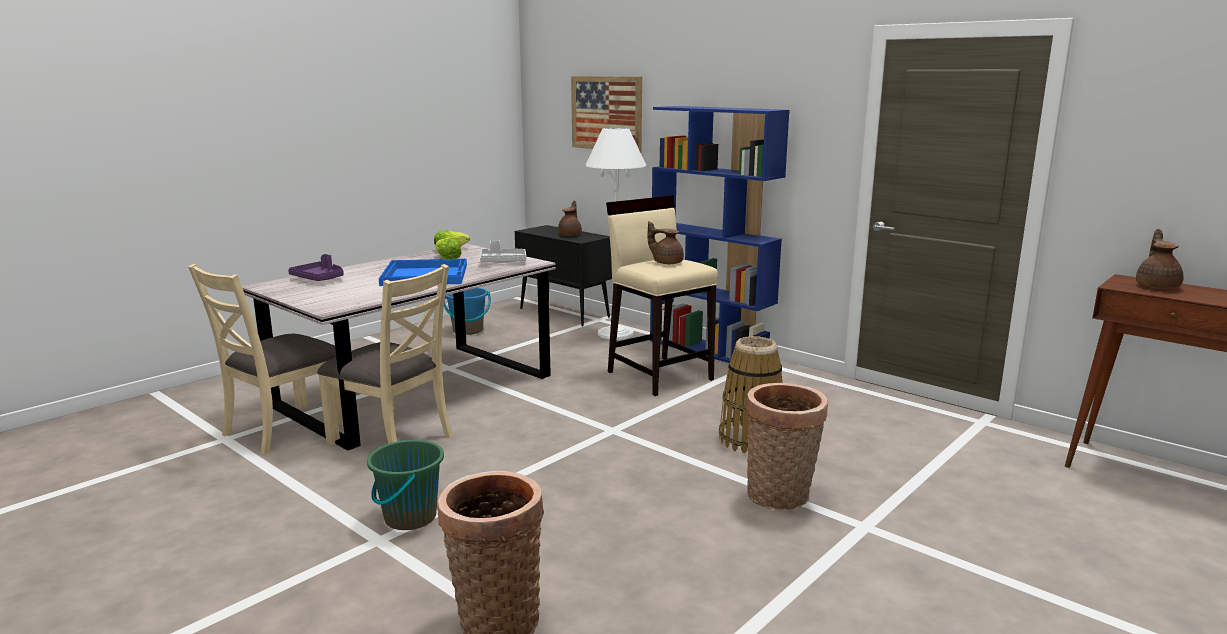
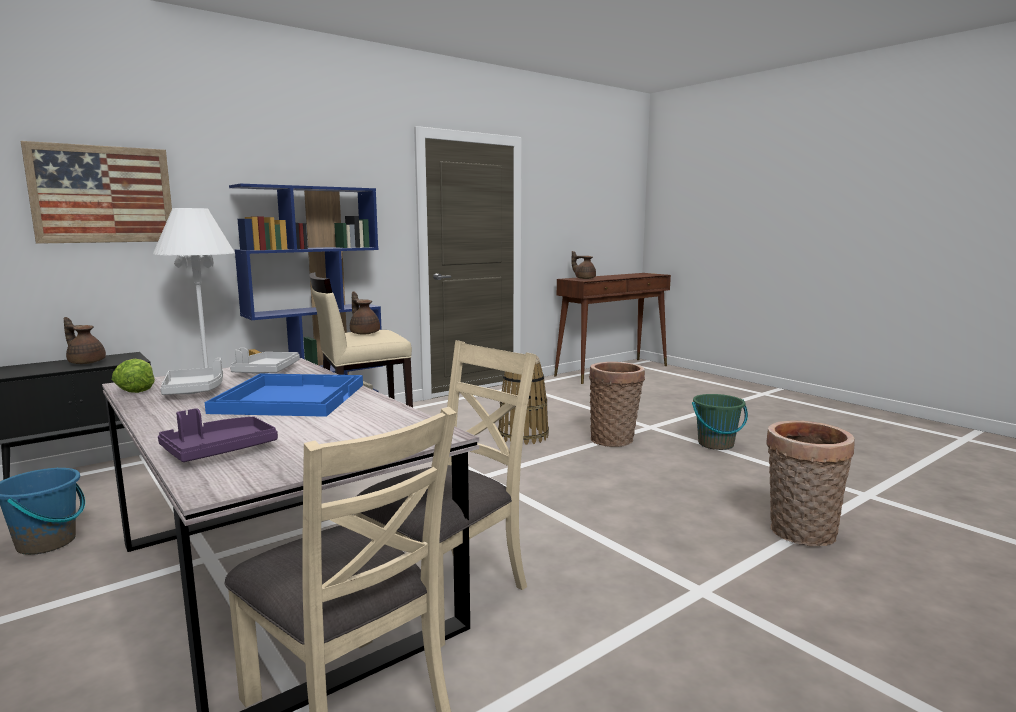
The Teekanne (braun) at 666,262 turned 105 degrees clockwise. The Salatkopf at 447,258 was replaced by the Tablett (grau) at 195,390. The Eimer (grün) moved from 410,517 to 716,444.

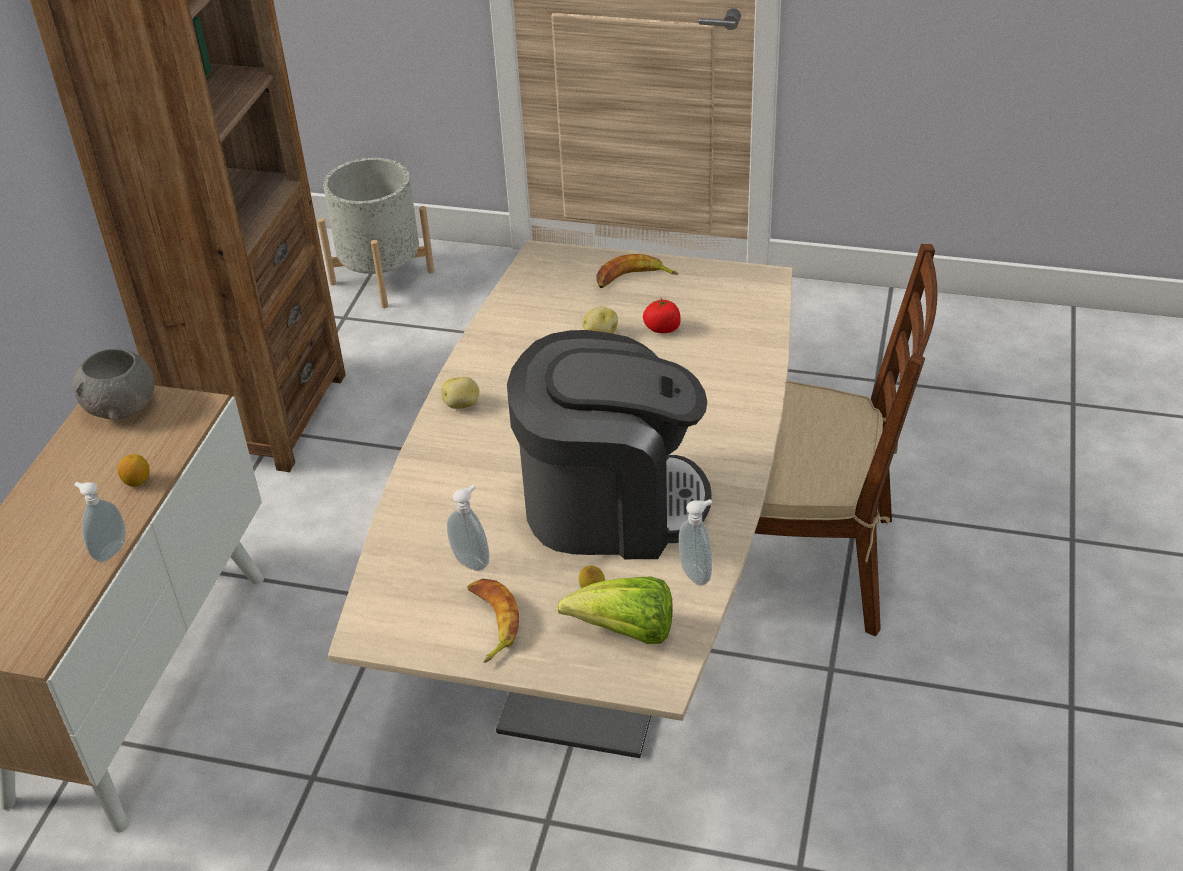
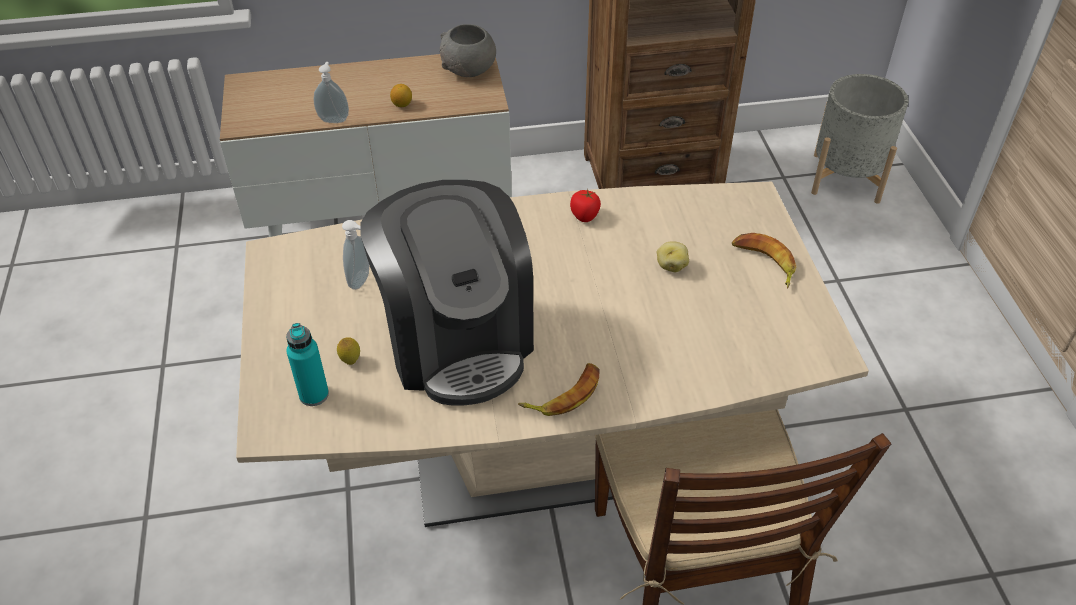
The Tomate moved from 662,328 to 585,215. The Kartoffel at 462,405 disappeared. The Seifenspender at 697,573 disappeared. The Salatkopf at 626,632 was replaced by the Flasche (türkis) at 314,394. The Banane moved from 490,623 to 564,394.

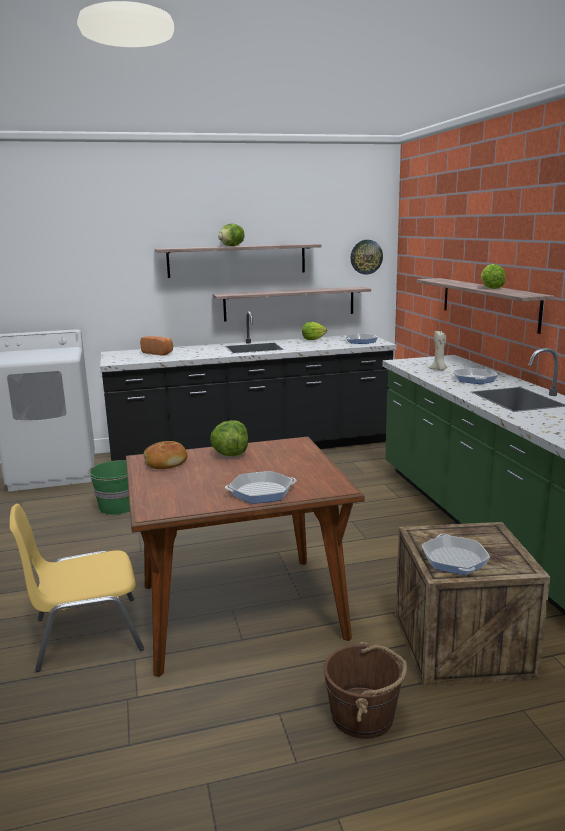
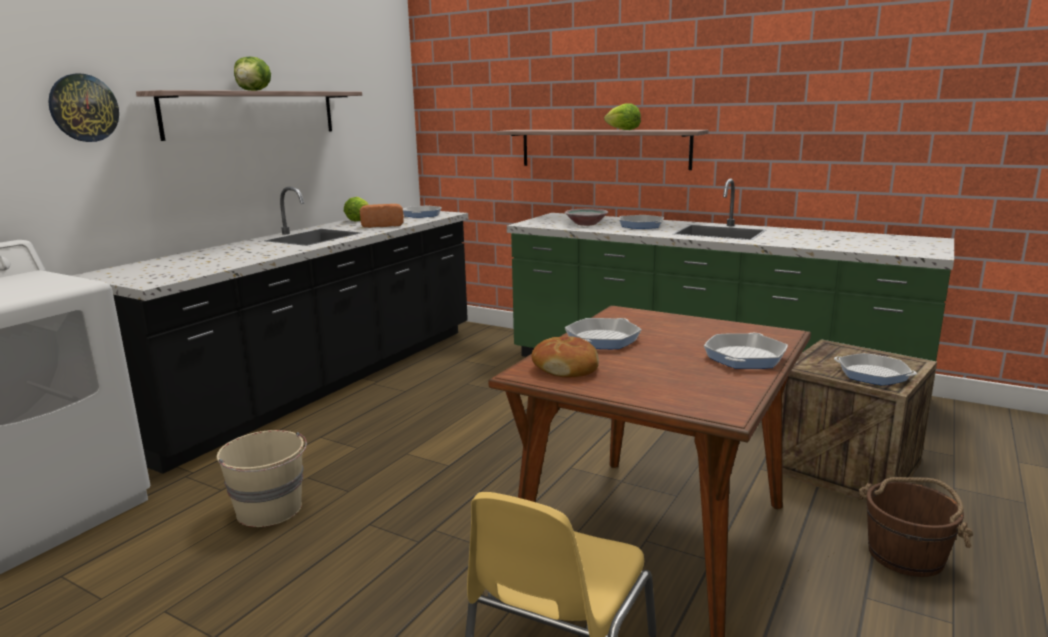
The Wanduhr moved from 366,257 to 83,108. The Wandregal at 289,303 disappeared. The Kerze (beige) at 438,369 was replaced by the Schüssel at 585,224. The Brot moved from 159,353 to 382,225. The Salatkopf at 230,454 was replaced by the Pfanne at 602,339. The Eimer (grün) at 118,507 became the Eimer (beige) at 270,510.

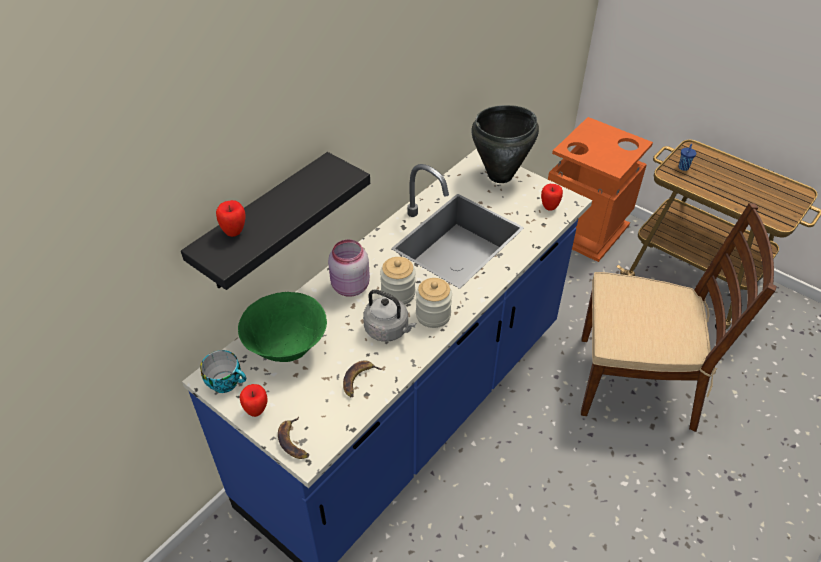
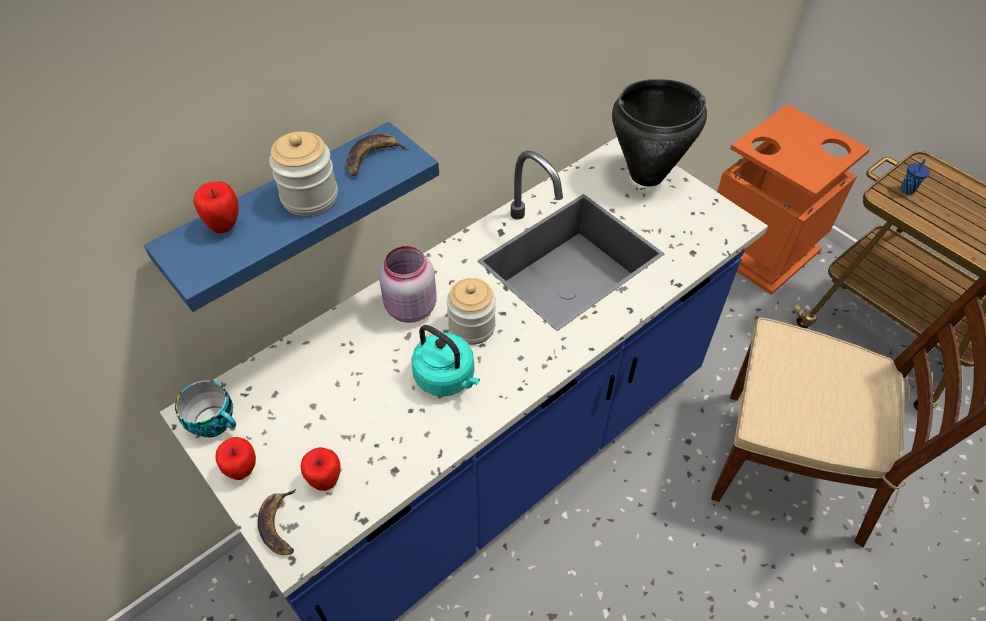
The Wandregal (schwarz) at 264,224 became the Wandregal (blau) at 285,215. The Apfel moved from 549,207 to 325,481. The Vorratsglas moved from 433,315 to 310,197. The Wasserkessel (grau) at 388,330 became the Wasserkessel (türkis) at 447,378. The Schüssel (grün) at 288,348 disappeared. The Banane moved from 359,380 to 372,158.

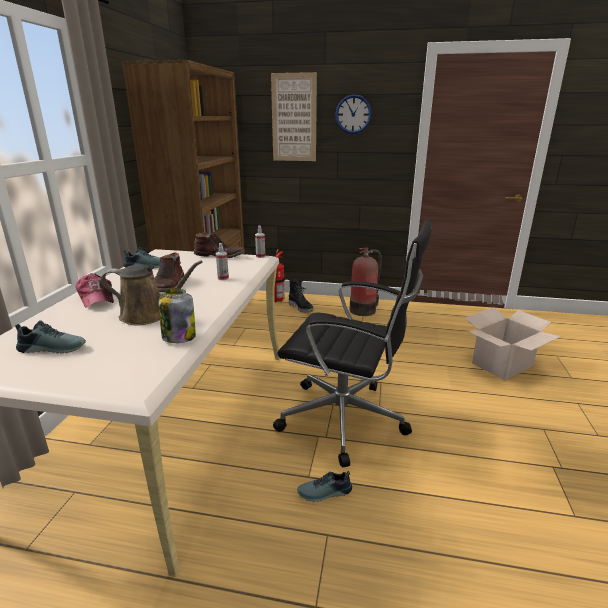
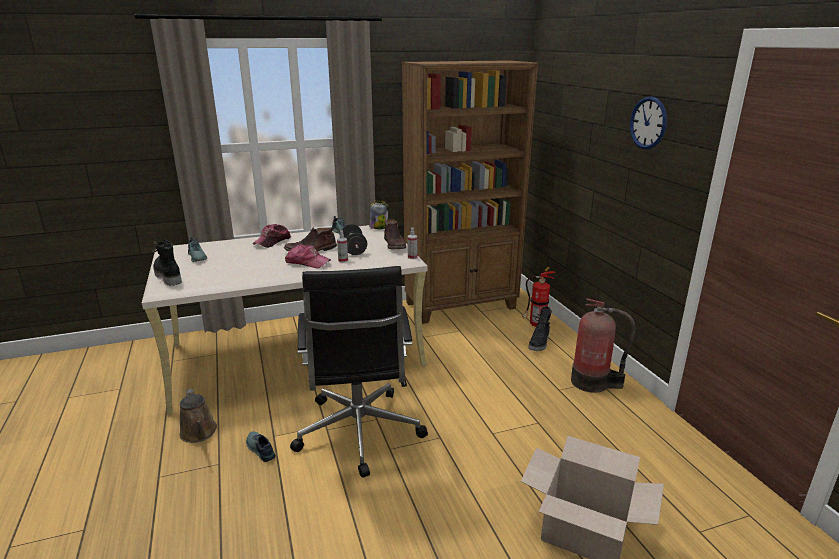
The Bild at 294,118 disappeared. The Gießkanne (braun) moved from 149,315 to 199,433. The Vorratsglas moved from 178,337 to 378,227. The Hantel (schwarz) at 354,249 appeared. The Stiefel (schwarz) at 167,276 appeared. The Kappe at 307,262 appeared.

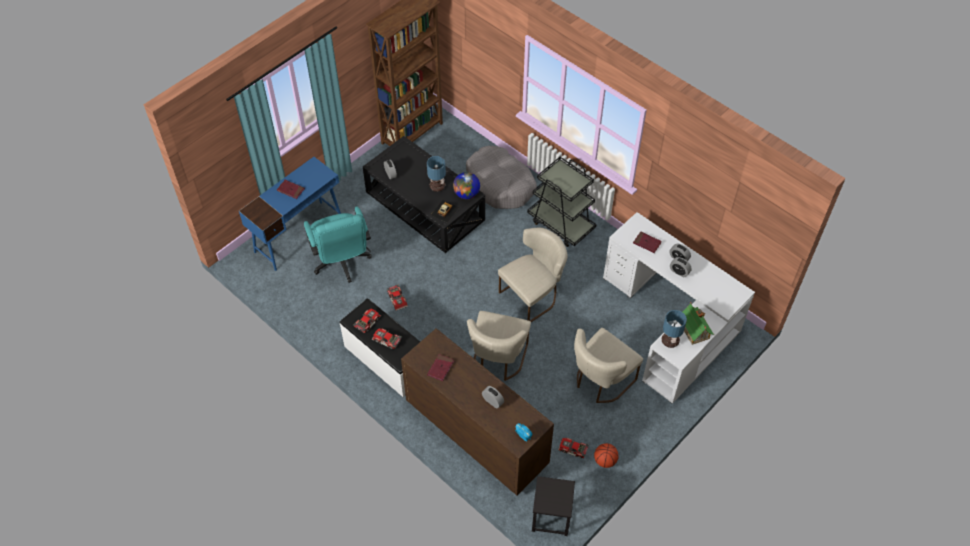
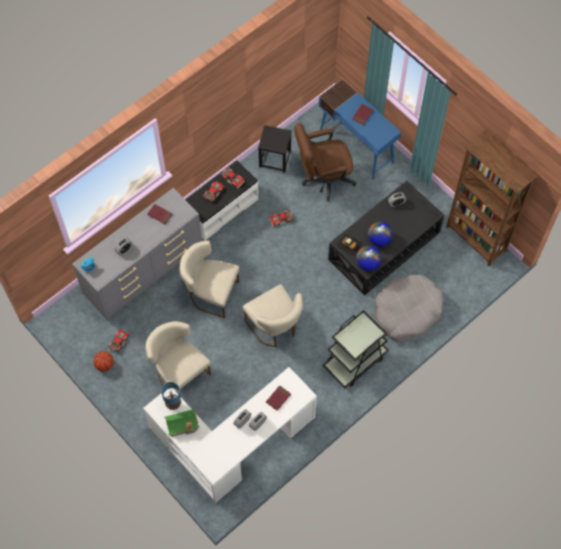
The Tischlampe at 436,186 was replaced by the Globus at 379,239. The Bürostuhl (türkis) at 342,263 became the Bürostuhl (braun) at 323,178. The Kommode (braun) at 476,433 became the Kommode (grau) at 144,271. The Hocker (schwarz) moved from 551,517 to 274,159.

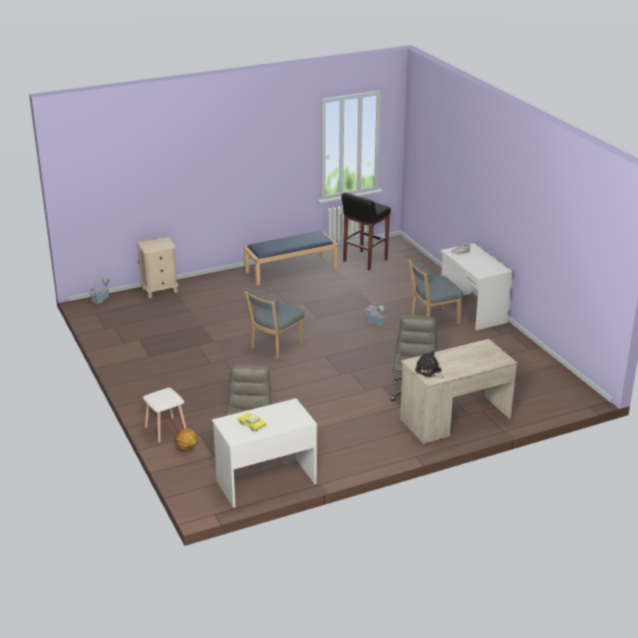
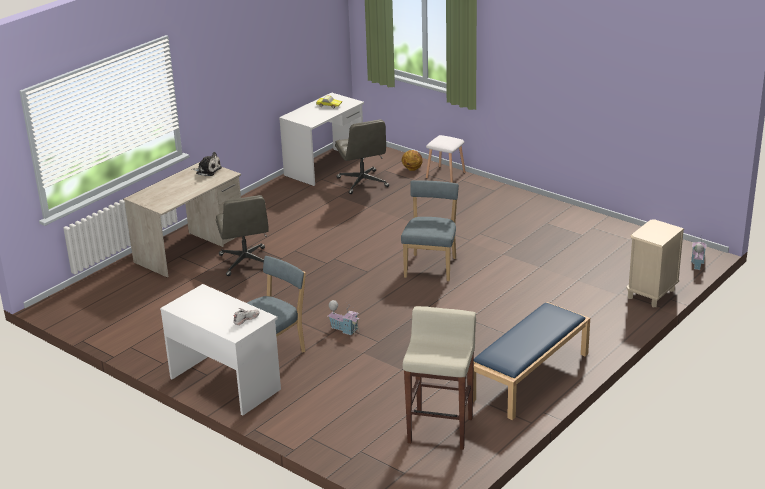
The Hocker (schwarz) at 364,261 became the Hocker (beige) at 441,429.

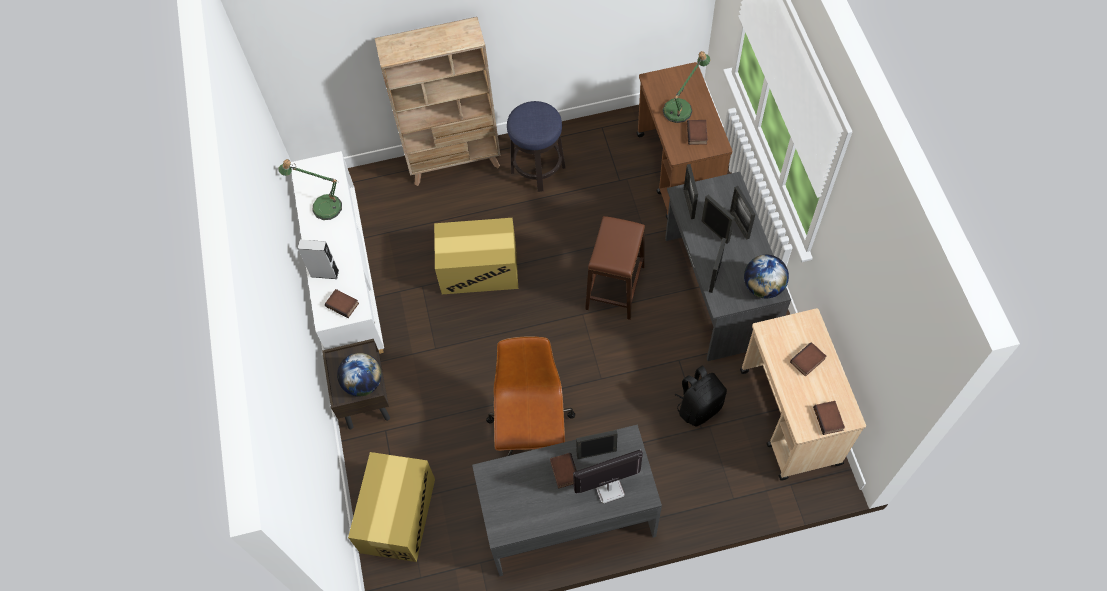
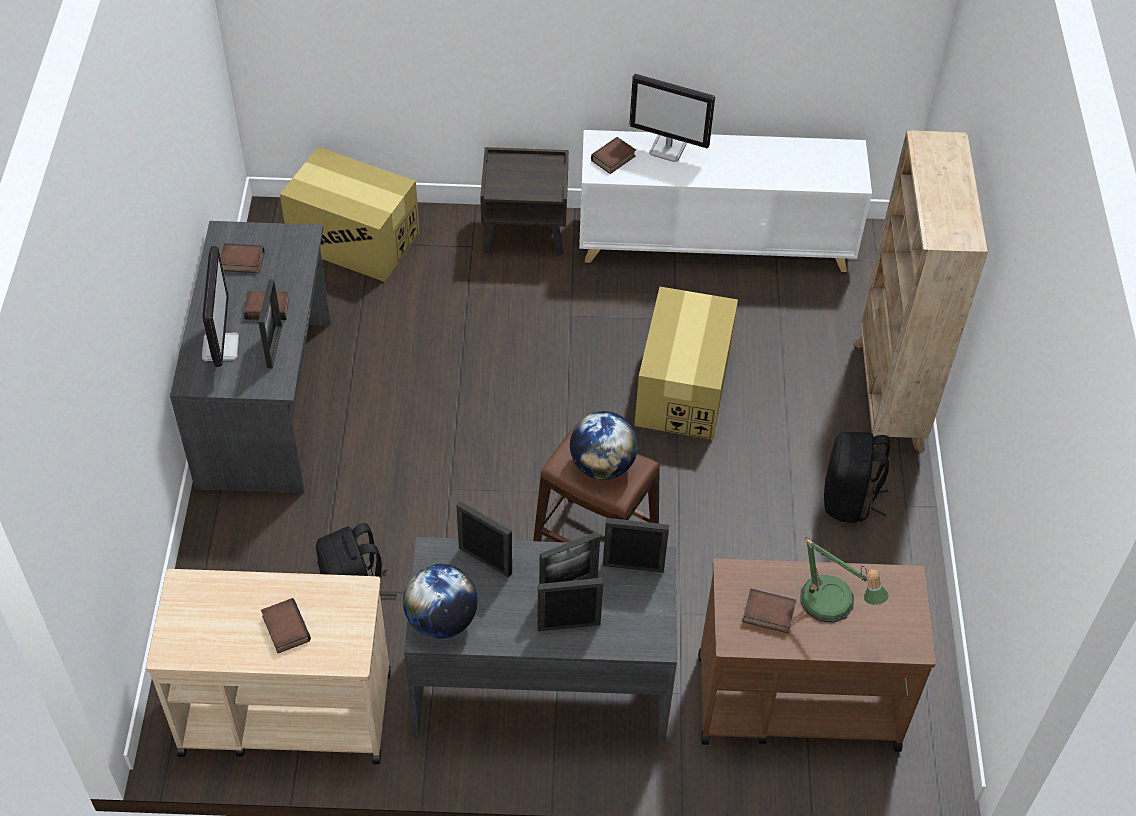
The Hocker at 538,169 was replaced by the Rucksack (schwarz) at 849,500. The Tischlampe at 322,205 disappeared. The Lautsprecher (grau) at 324,273 was replaced by the Monitor at 668,149. The Bürostuhl (braun) at 532,431 disappeared. The Globus moved from 363,383 to 602,465. The Buch moved from 829,419 to 241,262.

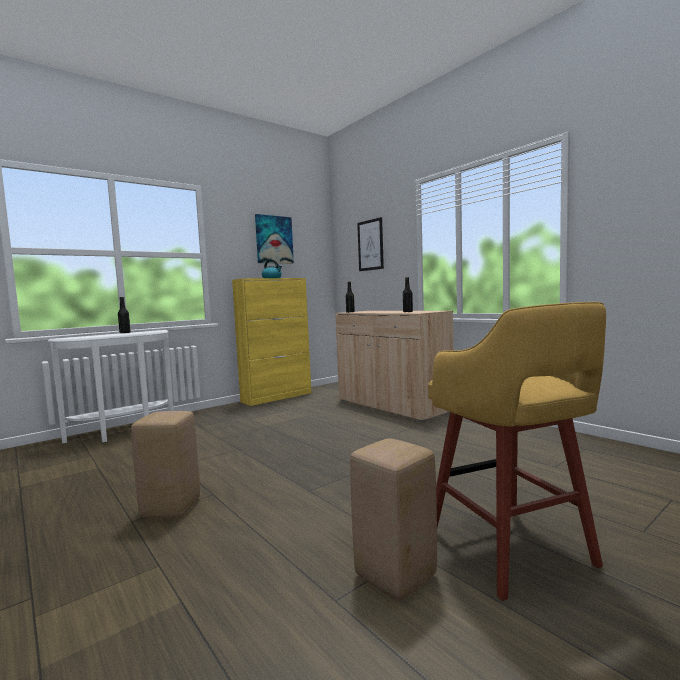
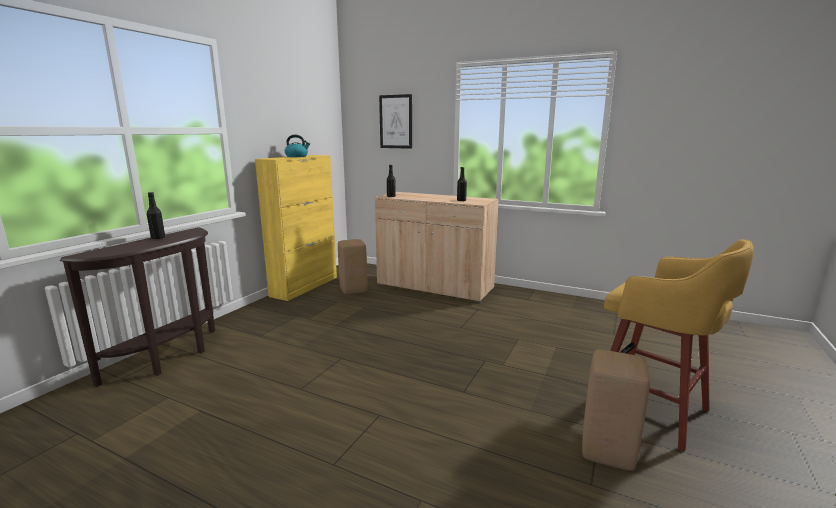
The Bild at 274,239 disappeared. The Konsolentisch (weiß) at 124,433 became the Konsolentisch (braun) at 171,358. The Hocker (beige) moved from 170,508 to 353,290.

